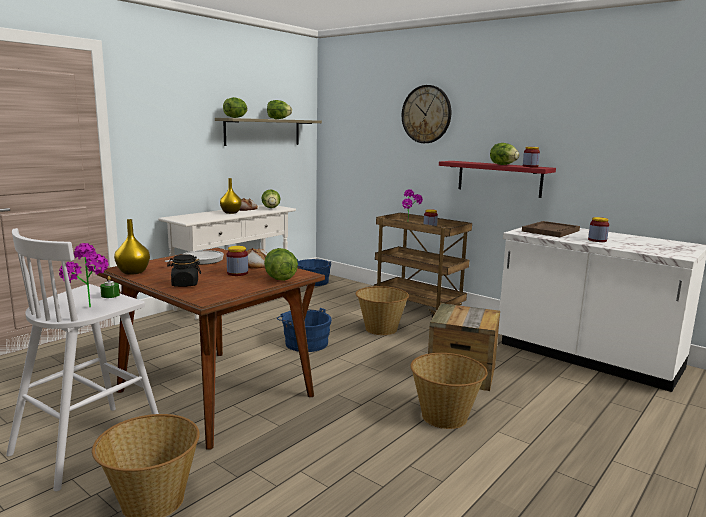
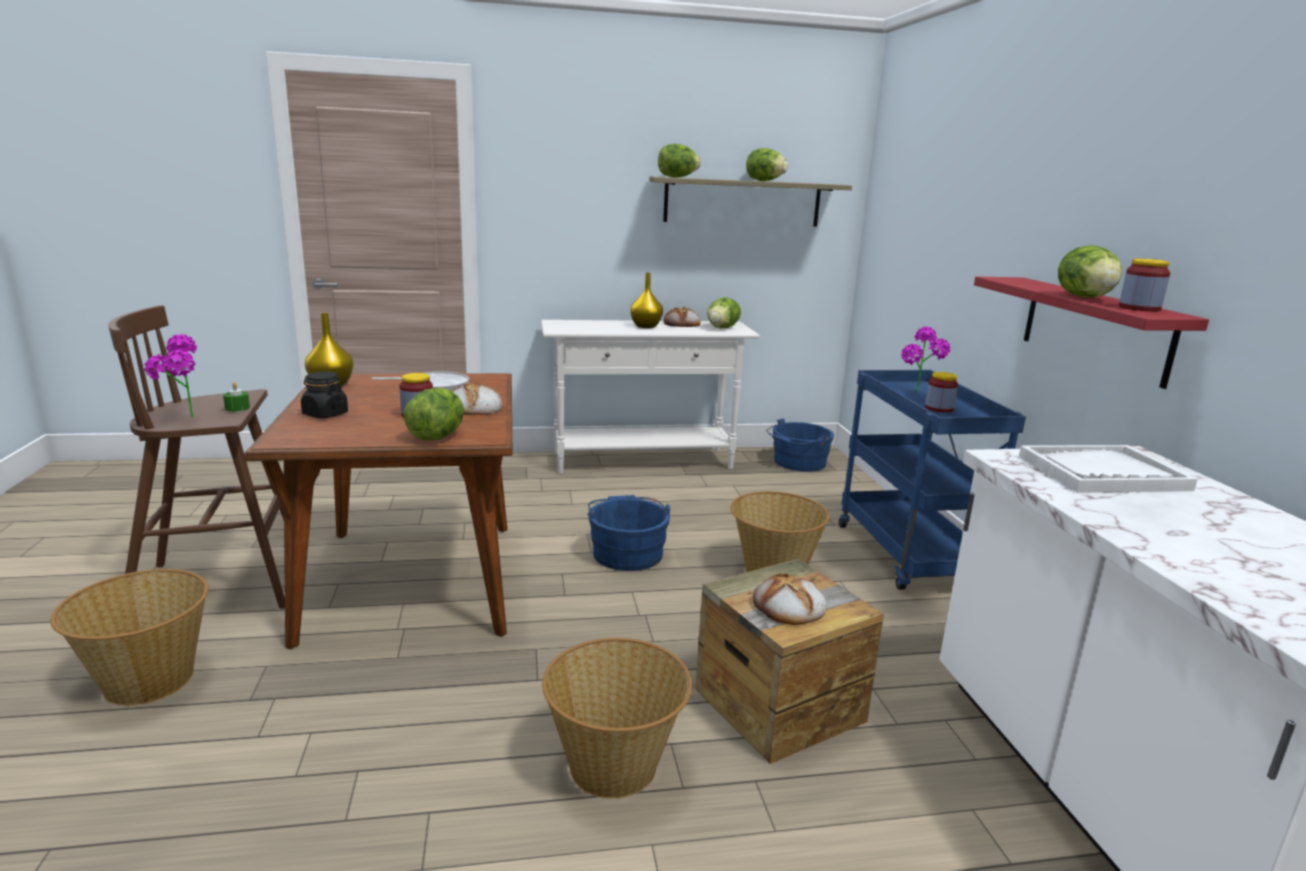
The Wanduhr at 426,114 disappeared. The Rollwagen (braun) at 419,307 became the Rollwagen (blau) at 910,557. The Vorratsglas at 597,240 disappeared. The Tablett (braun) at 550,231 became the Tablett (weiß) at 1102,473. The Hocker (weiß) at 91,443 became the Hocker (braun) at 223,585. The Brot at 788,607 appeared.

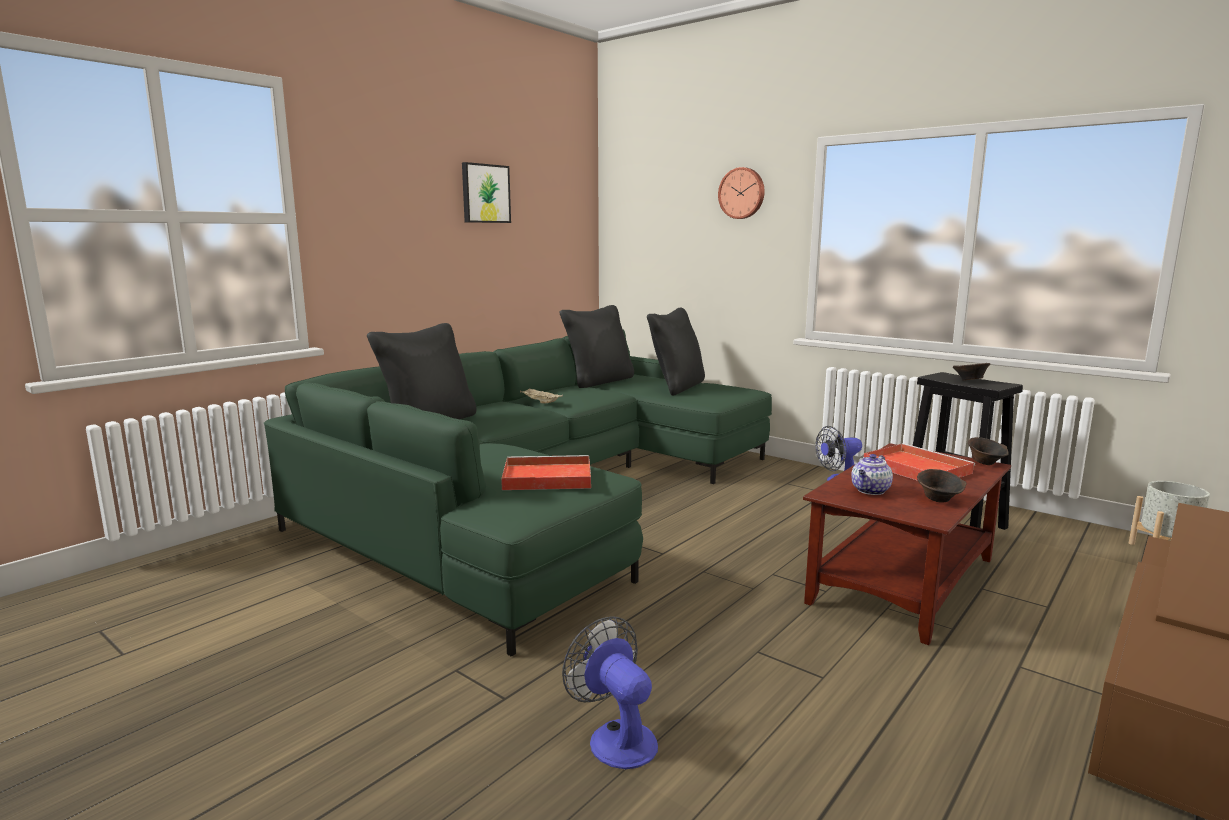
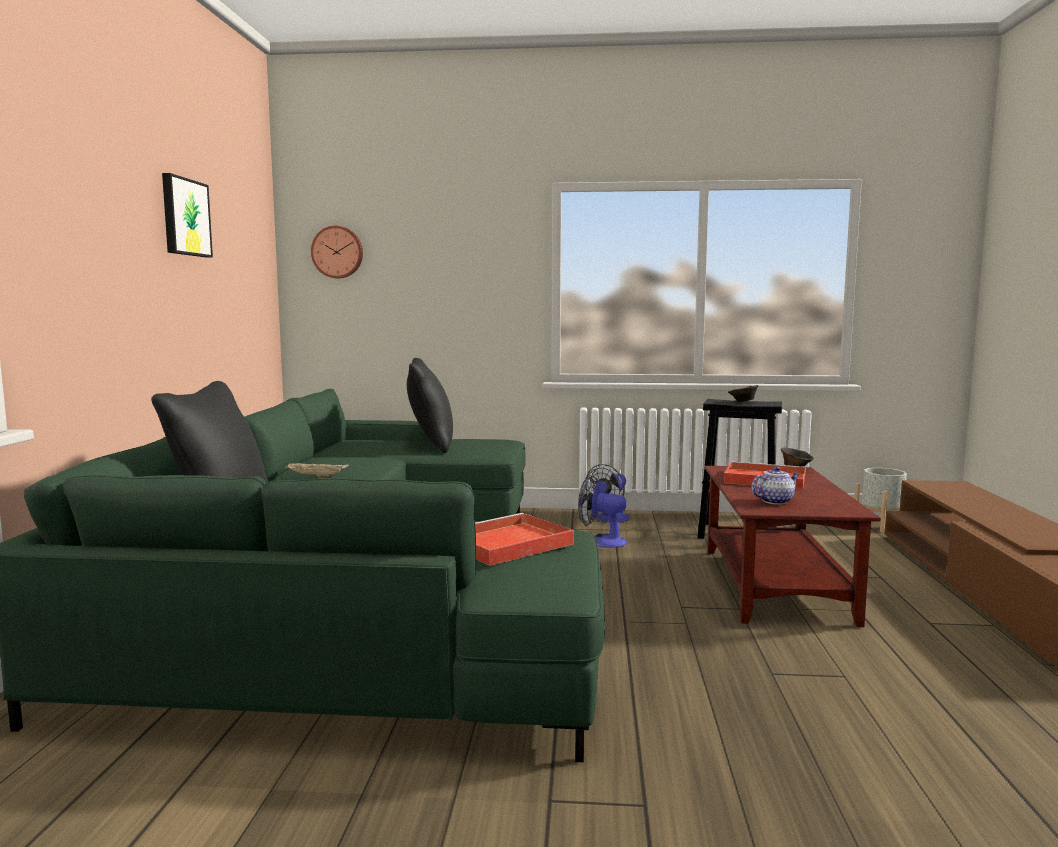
The Wanduhr moved from 742,193 to 337,252. The Kissen (schwarz) at 599,381 disappeared. The Teekanne at 870,491 turned 120 degrees counterclockwise. The Schüssel (braun) at 939,500 disappeared. The Ventilator moved from 615,737 to 601,541.

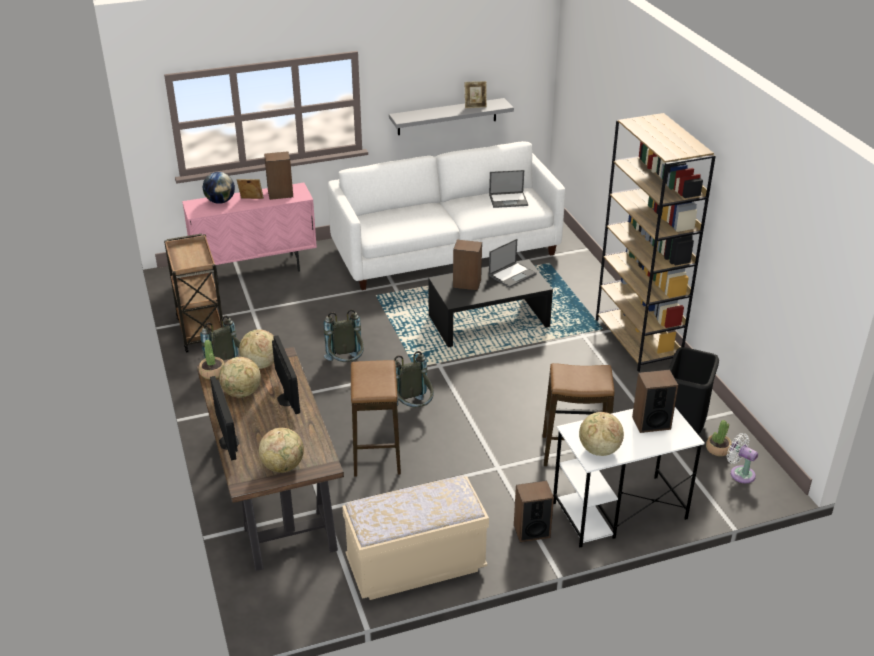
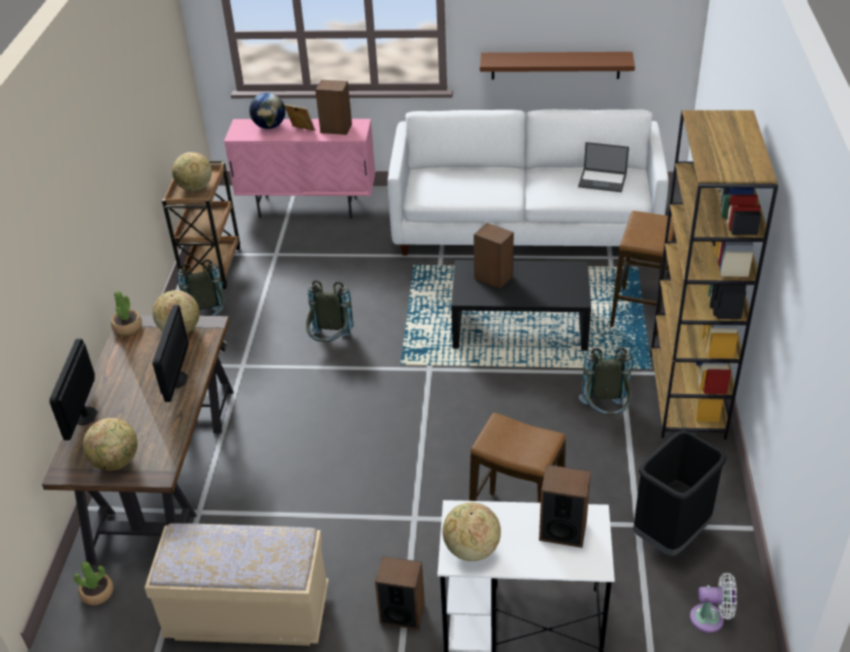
The Bilderrahmen at 475,106 disappeared. The Wandregal (grau) at 447,116 became the Wandregal (braun) at 555,65. The Laptop at 512,274 disappeared. The Rucksack (grau) moved from 413,409 to 605,413. The Globus moved from 242,393 to 195,188. The Hocker moved from 376,454 to 639,311. The Topfpflanze moved from 718,449 to 97,593. The Ventilator (weiß) at 740,473 turned 120 degrees clockwise.

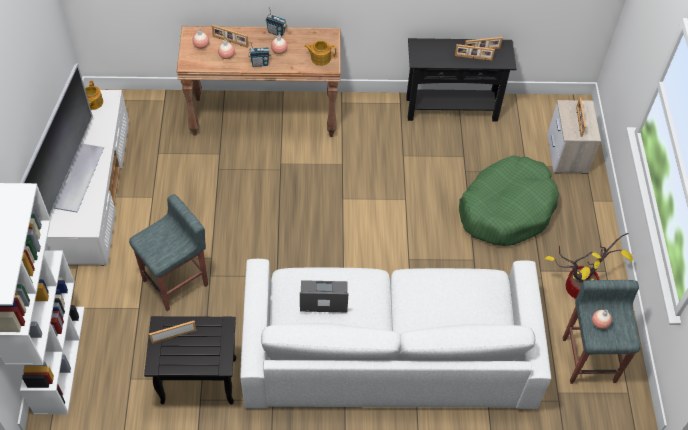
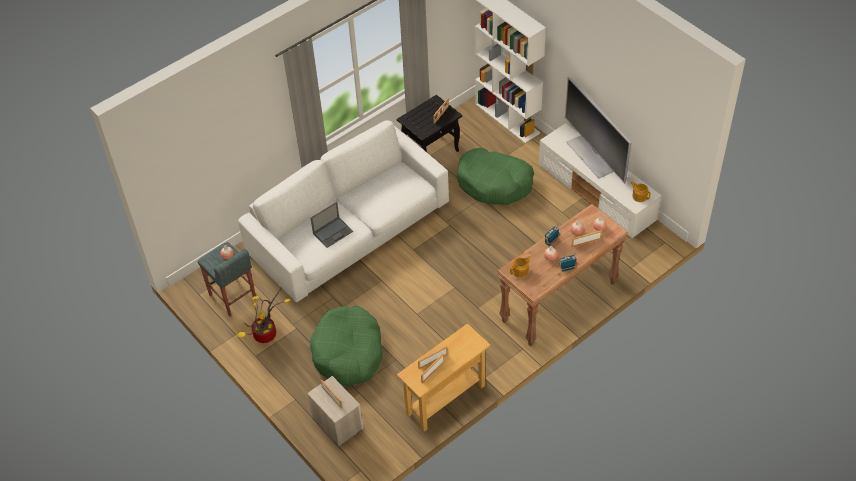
The Konsolentisch (schwarz) at 451,109 became the Konsolentisch (beige) at 445,399. The Hocker (grau) at 176,282 was replaced by the Hundebett (grün) at 494,183. The Laptop moved from 323,297 to 333,232.

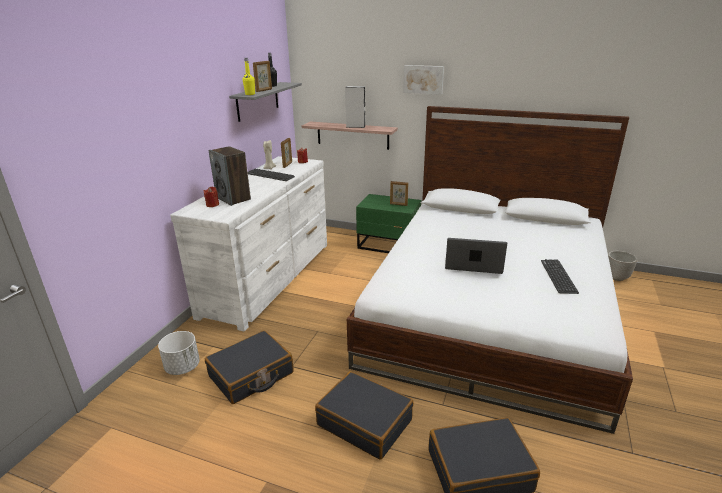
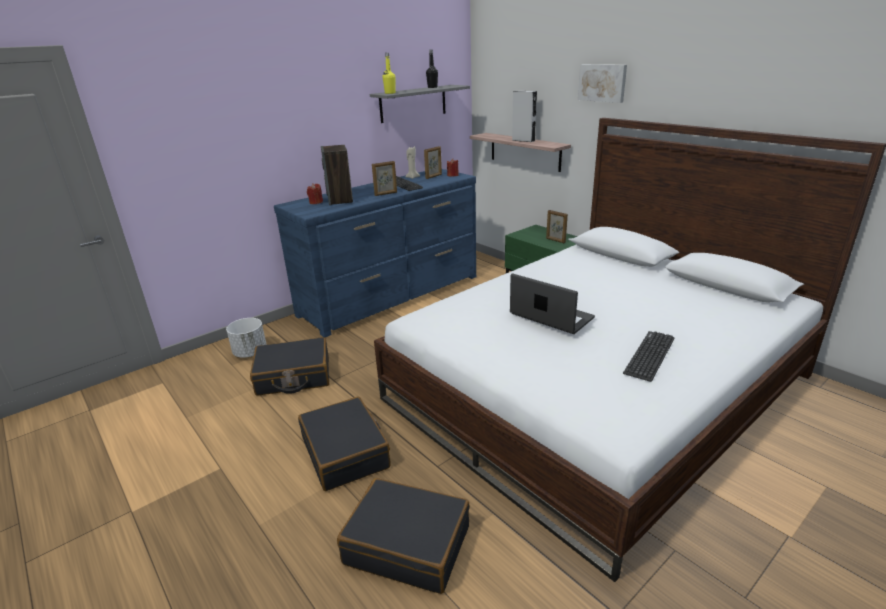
The Bilderrahmen moved from 264,90 to 386,194. The Kommode (weiß) at 270,277 became the Kommode (blau) at 392,295. The Pflanzkübel at 617,277 disappeared.

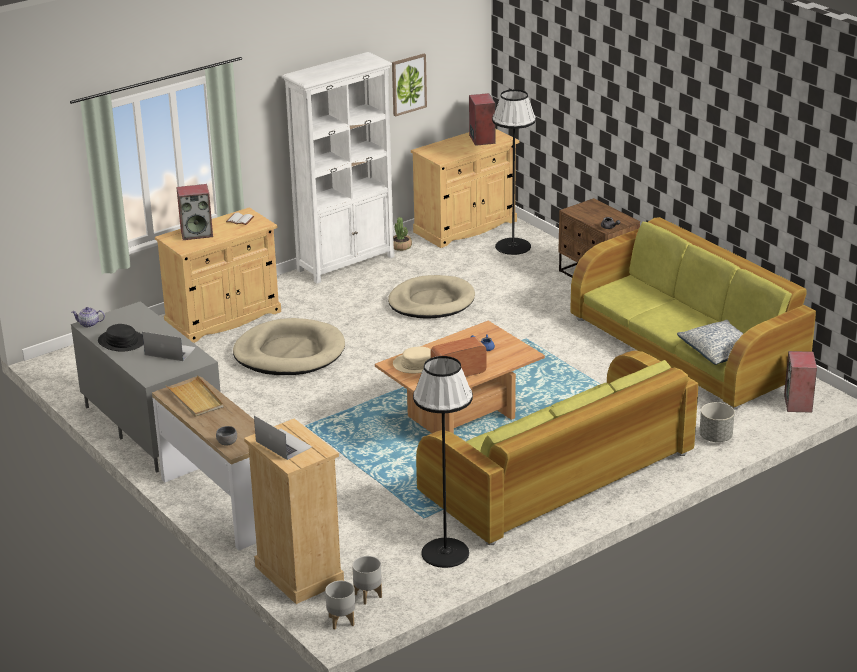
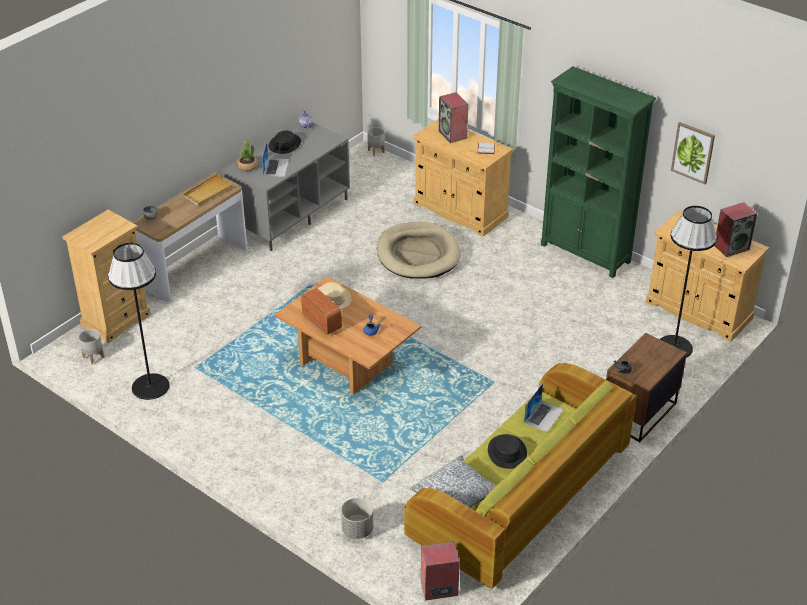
The Bücherregal (weiß) at 346,263 became the Bücherregal (grün) at 586,253. The Topfpflanze moved from 401,246 to 247,166. The Hundebett (beige) at 431,301 disappeared. The Sofa (grün) at 558,476 disappeared. The Laptop moved from 283,444 to 543,416. The Pflanzkübel (grau) moved from 341,620 to 376,151. The Hut (schwarz) at 507,452 appeared.

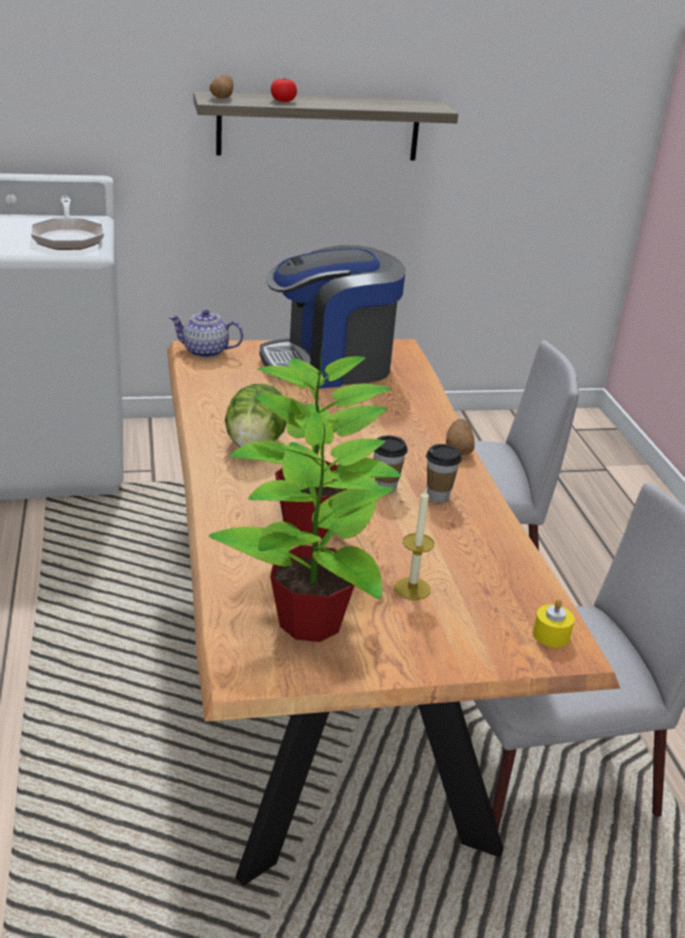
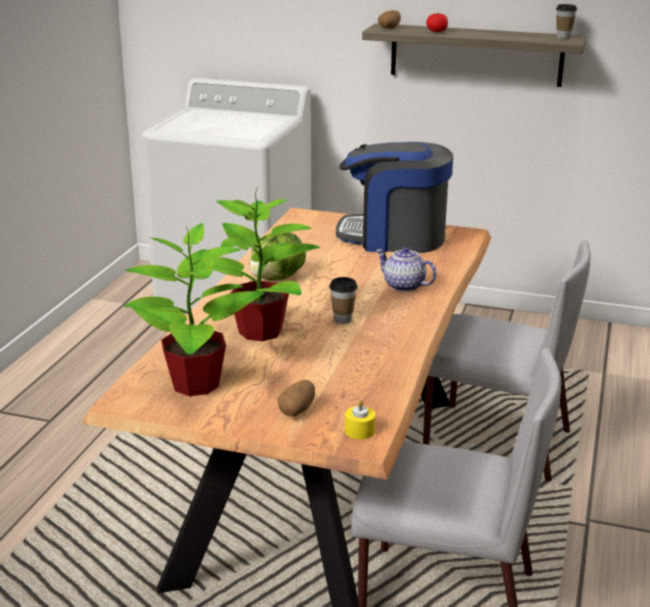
The Pfanne at 68,238 disappeared. The Teekanne moved from 205,352 to 403,286. The Kartoffel moved from 459,449 to 297,410. The Tasse moved from 438,496 to 563,37. The Kerze at 412,588 disappeared.

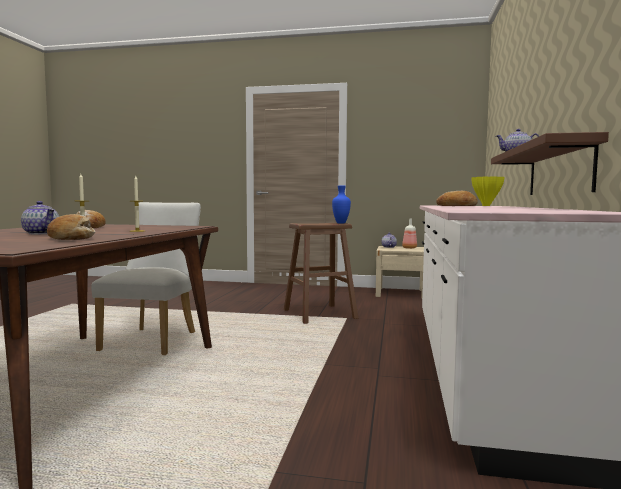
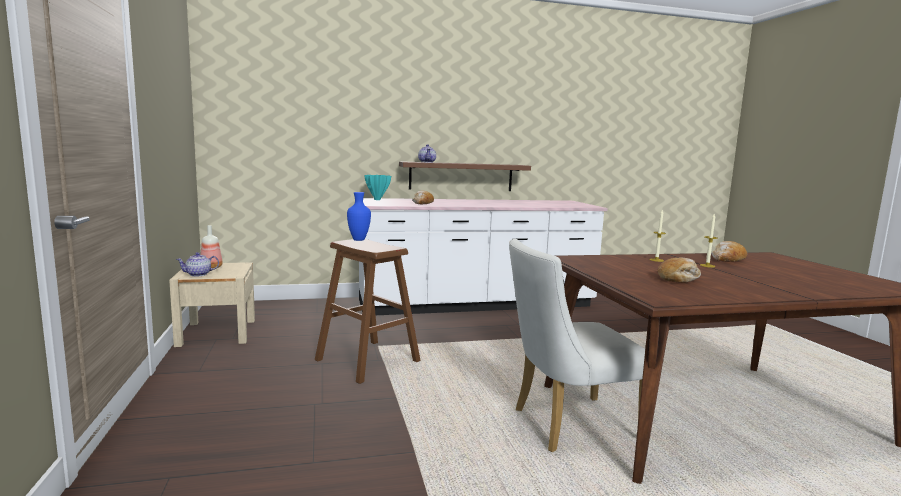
The Vase (gelb) at 486,205 became the Vase (türkis) at 377,199. The Teekanne at 41,233 disappeared.

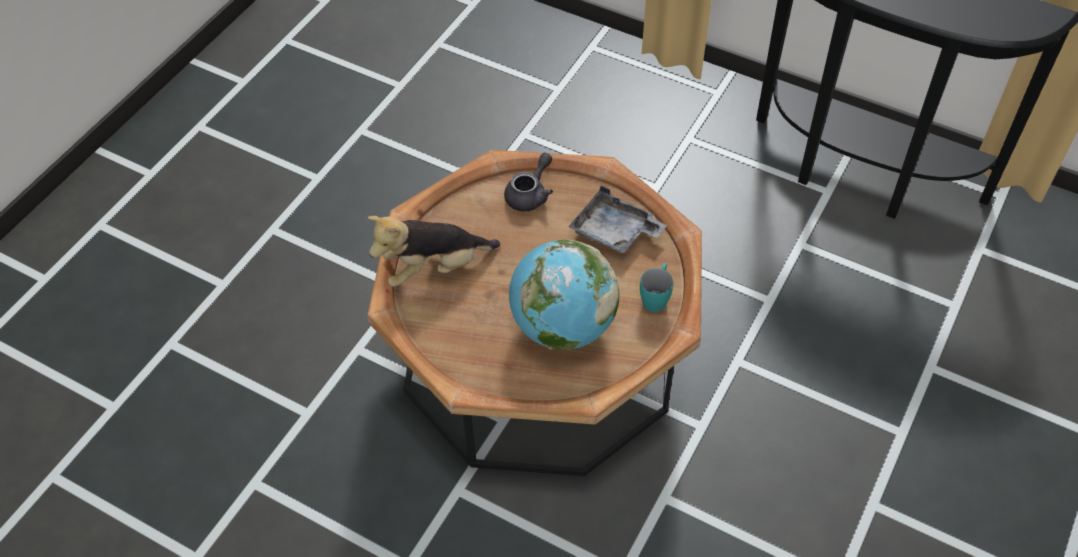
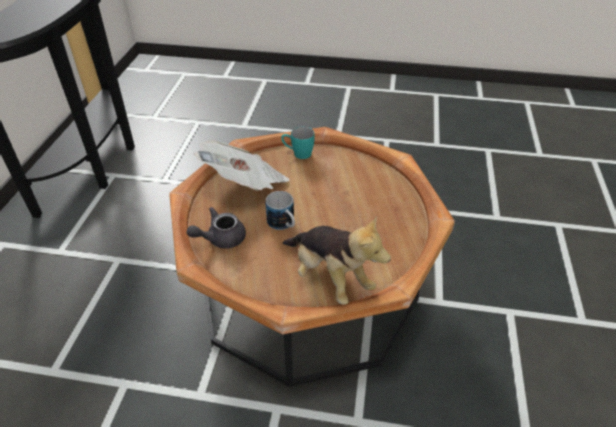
The Teekanne (grau) at 530,194 turned 45 degrees counterclockwise. The Tablett (grau) at 614,232 was replaced by the Zeitung at 245,184. The Globus at 562,327 disappeared. The Henkelbecher at 283,225 appeared.

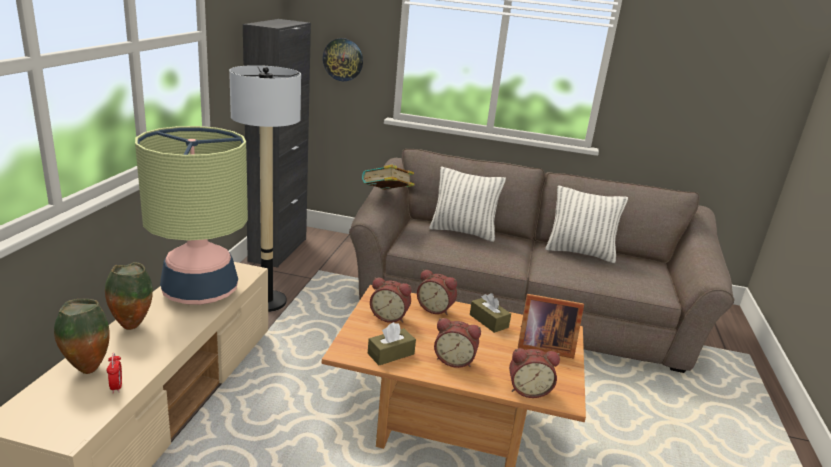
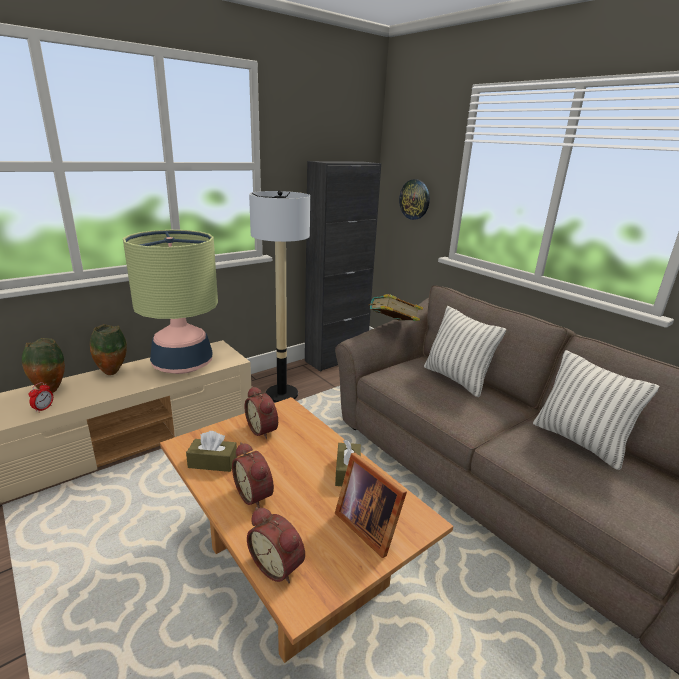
The Wecker at 436,308 disappeared.

